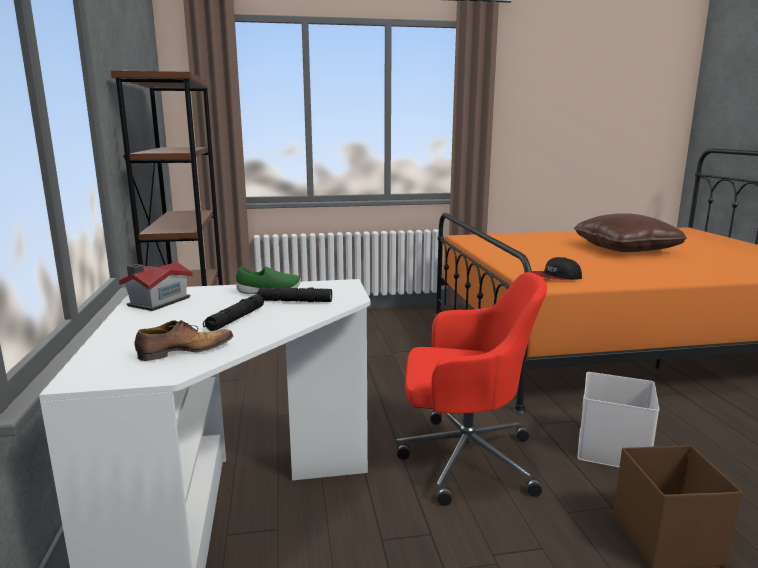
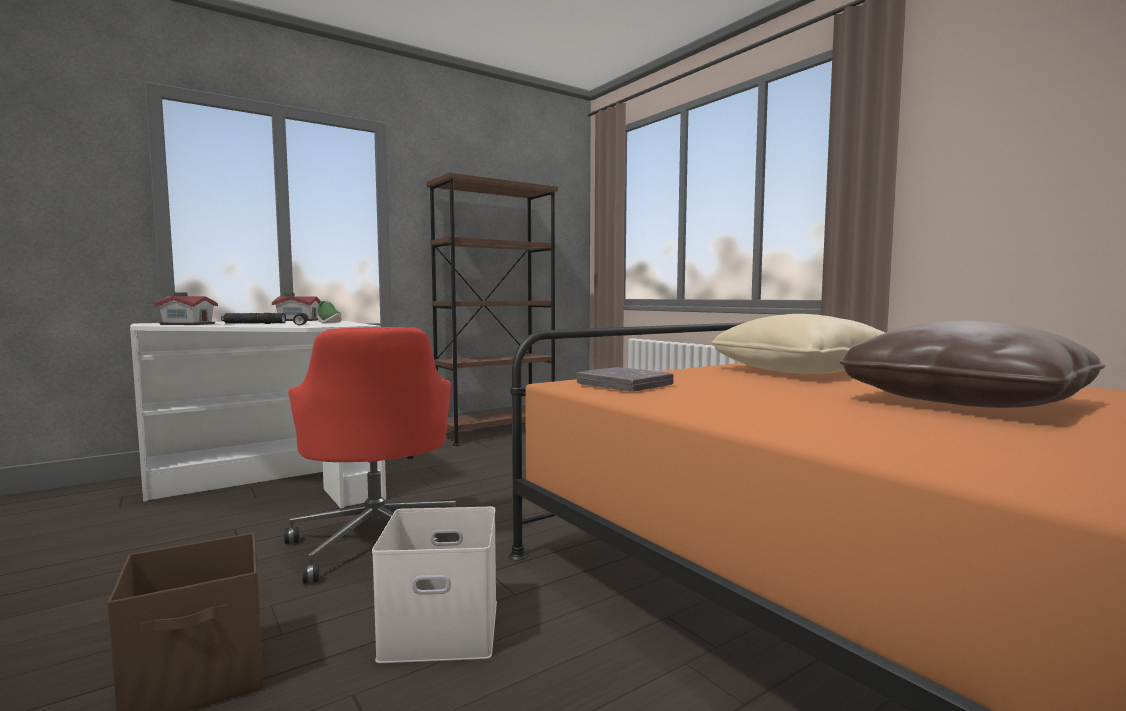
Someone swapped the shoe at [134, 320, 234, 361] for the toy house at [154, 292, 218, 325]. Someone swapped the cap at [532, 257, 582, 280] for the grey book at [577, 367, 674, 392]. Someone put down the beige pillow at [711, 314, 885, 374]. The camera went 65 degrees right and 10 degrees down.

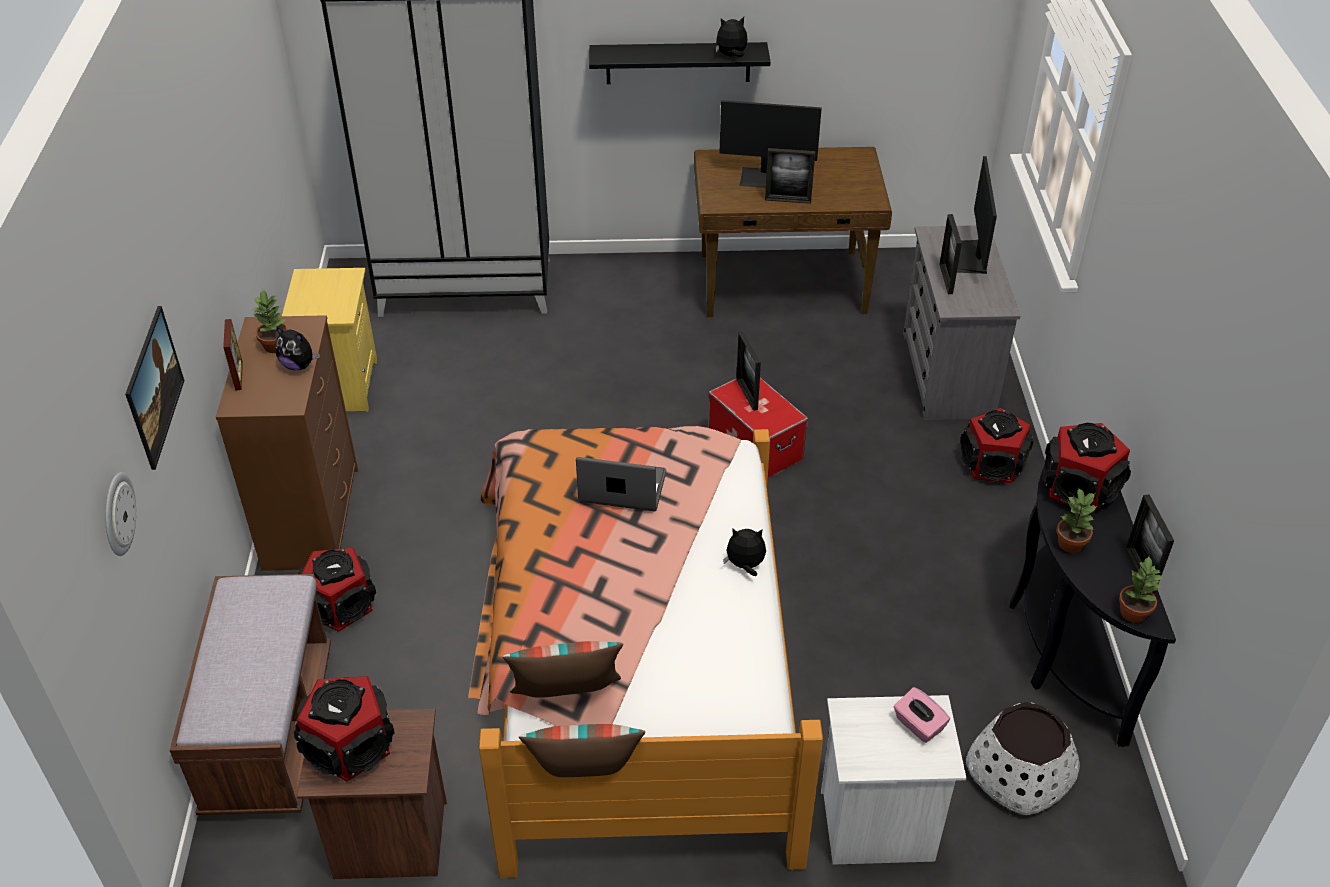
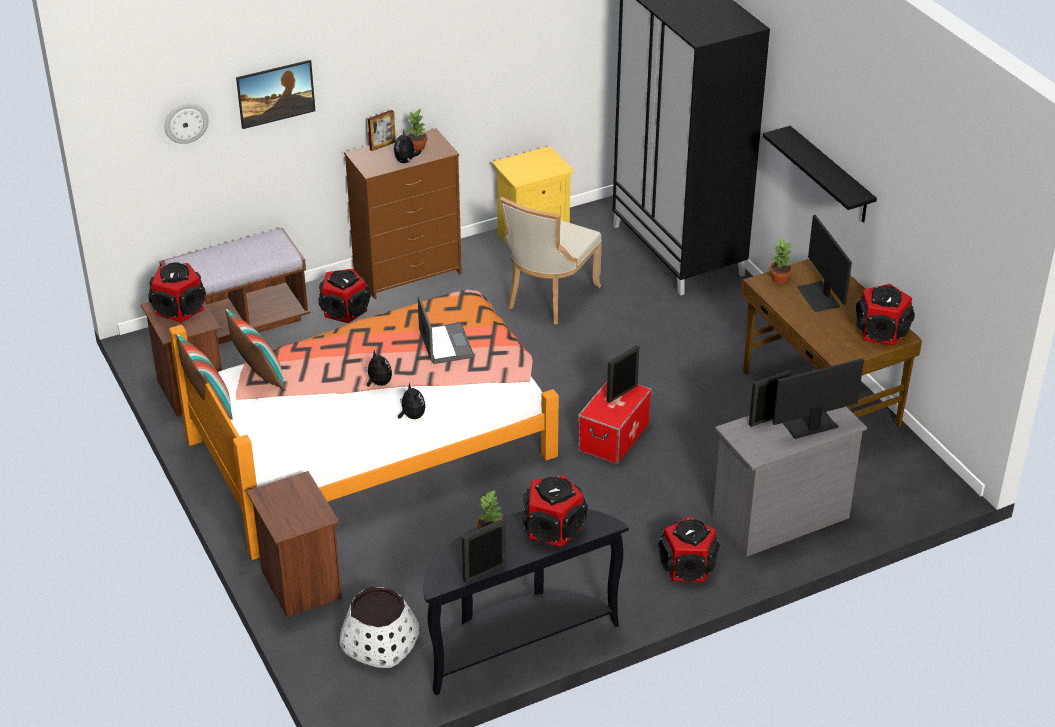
Someone repainted the white nightstand at [821, 695, 966, 865], which became the brown nightstand at [246, 471, 342, 617]. Someone carried the plush toy from [715, 17, 747, 57] to [365, 350, 392, 386]. Someone put down the beige chair at [499, 197, 602, 324]. Someone carried the potted plant from [1119, 557, 1163, 623] to [769, 238, 792, 284]. Someone put down the speaker at [856, 284, 915, 345]. Someone took away the picture frame at [765, 148, 815, 204]. Someone took away the pink tissue box at [894, 687, 950, 743]. The camera went 65 degrees right and 5 degrees down.

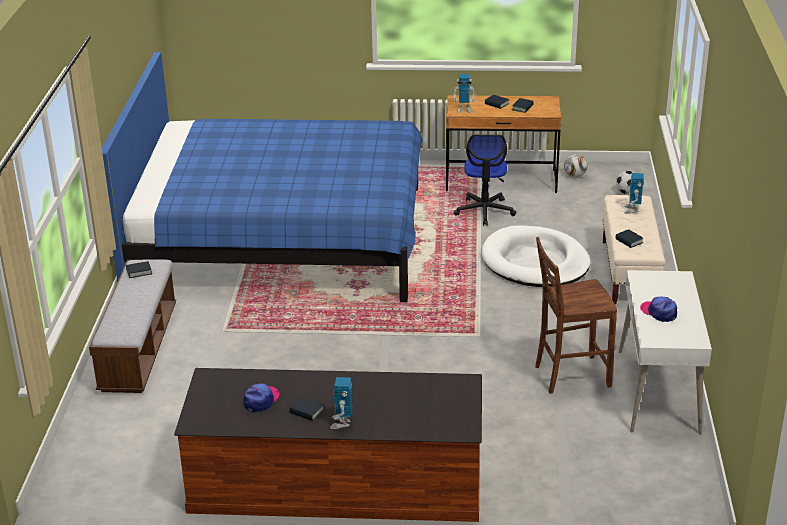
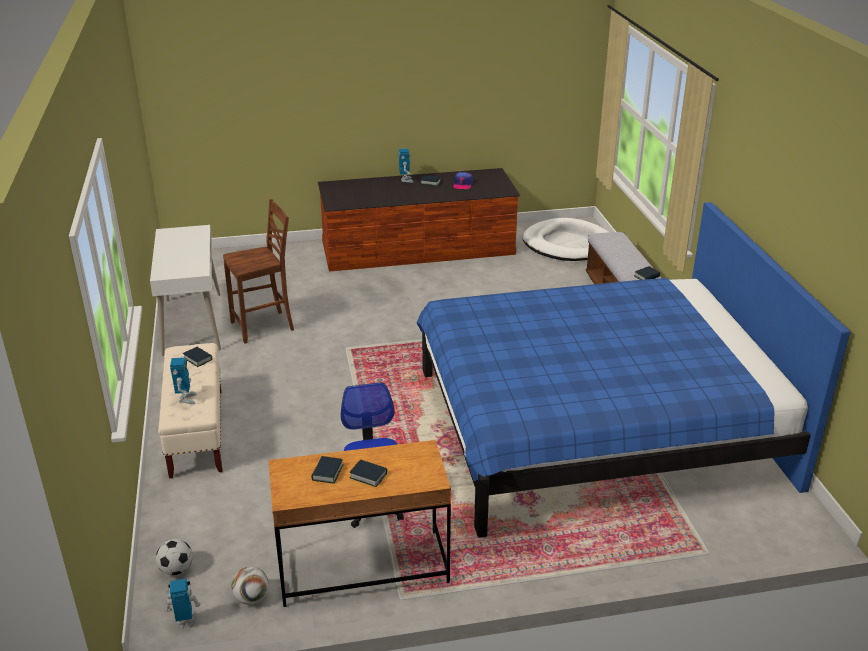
Someone carried the toy robot from [453, 74, 475, 113] to [165, 578, 201, 629]. Someone carried the white dog bed from [482, 225, 590, 287] to [522, 218, 609, 261]. Someone took away the cap at [640, 297, 677, 322]. The camera went 165 degrees right and 0 degrees up.

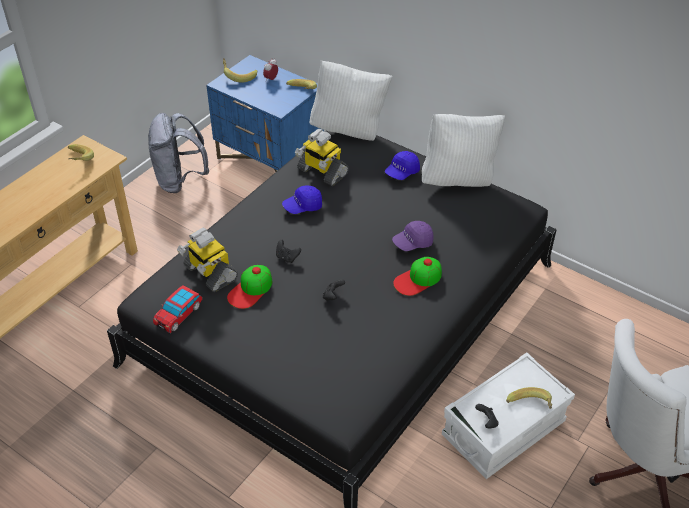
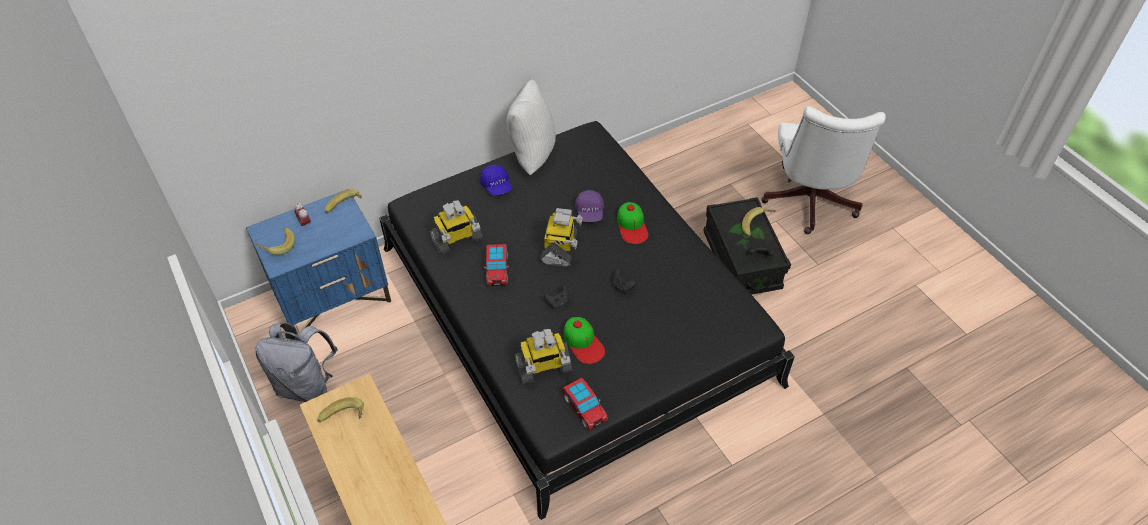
Someone swapped the blue cap at [282, 186, 322, 214] for the toy car at [484, 244, 509, 286]. Someone put down the toy robot at [540, 208, 583, 267]. Someone repainted the white storage box at [442, 352, 575, 479], which became the black storage box at [703, 197, 791, 295]. Someone took away the white pillow at [310, 60, 393, 141]. The camera went 65 degrees left and 5 degrees up.

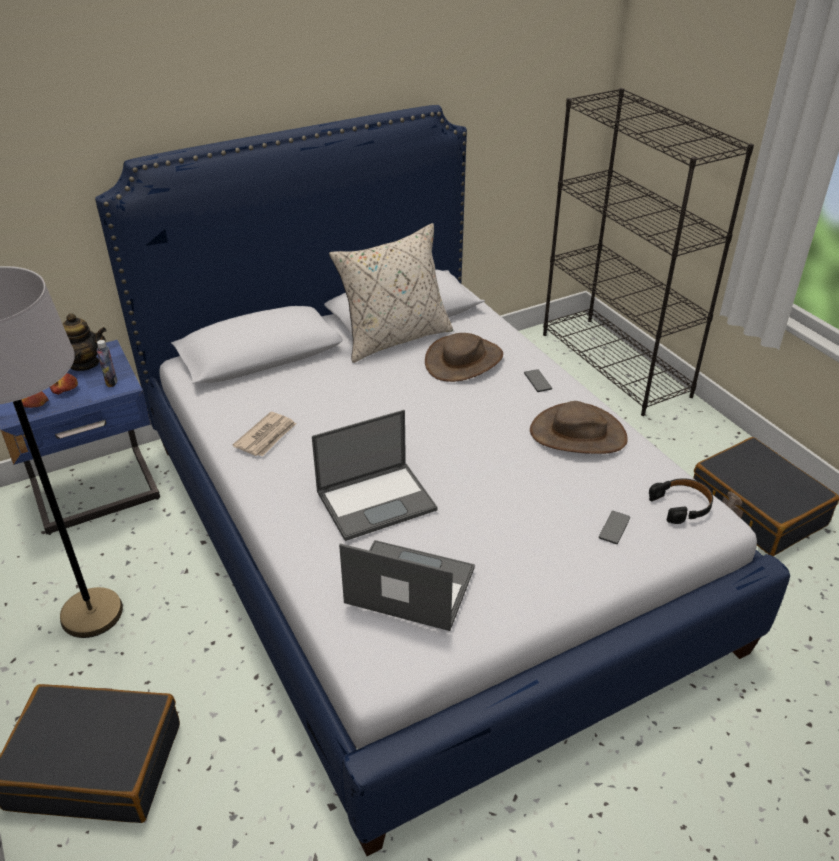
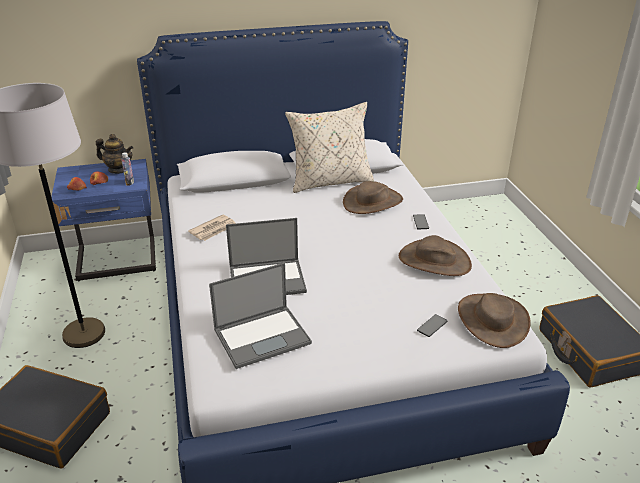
Someone rotated the laptop at [339, 540, 475, 631] by 120 degrees clockwise. Someone swapped the black headphones at [649, 478, 713, 524] for the brown hat at [458, 293, 531, 348]. Someone took away the black bookcase at [543, 88, 754, 416]. The camera went 15 degrees right and 5 degrees down.

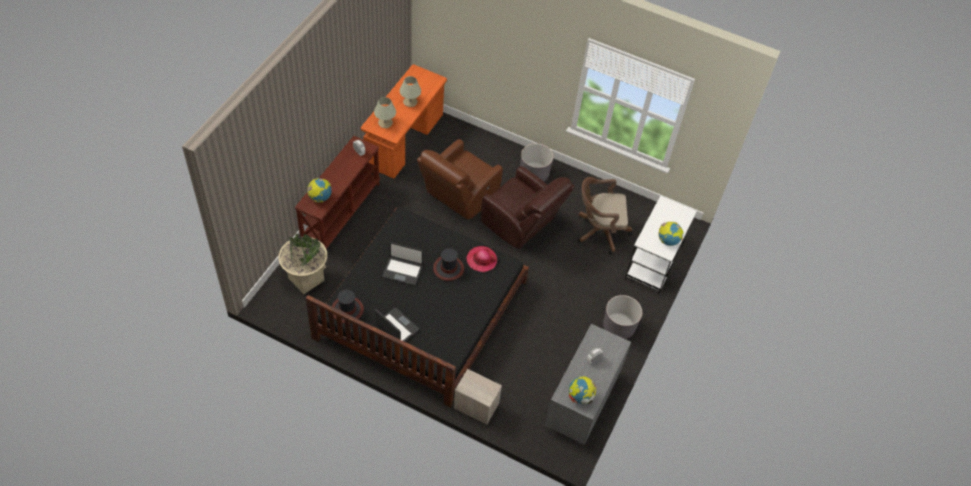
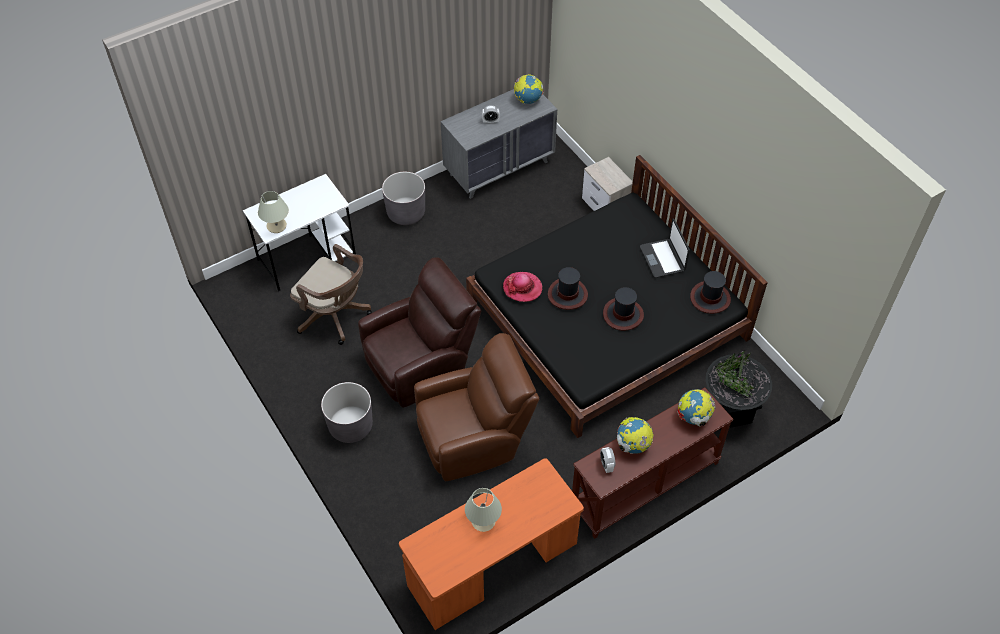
Someone carried the beige table lamp from [374, 97, 396, 128] to [258, 191, 289, 233]. Someone rotated the brown armchair at [481, 166, 575, 248] by 75 degrees clockwise. Someone swapped the laptop at [382, 242, 423, 285] for the hat at [603, 287, 644, 331]. Someone carried the globe from [658, 222, 684, 246] to [617, 417, 654, 454]. Someone repainted the beige planter at [279, 234, 327, 294], which became the black planter at [706, 351, 772, 430]. The camera went 145 degrees left and 0 degrees up.

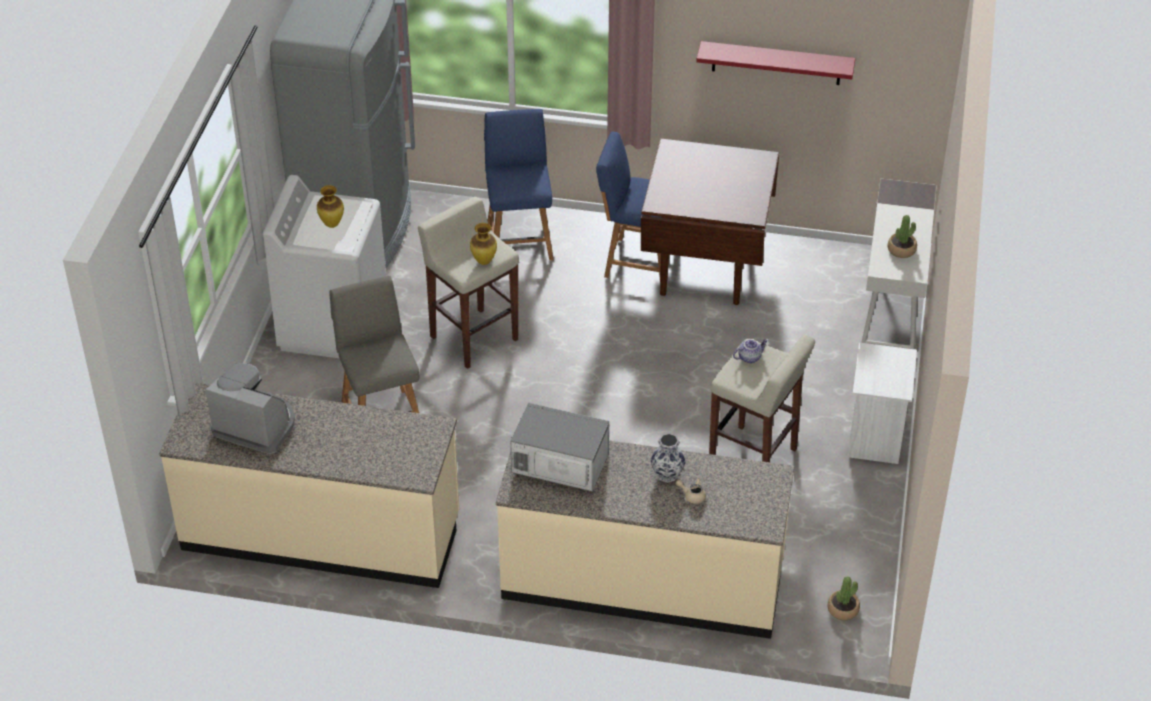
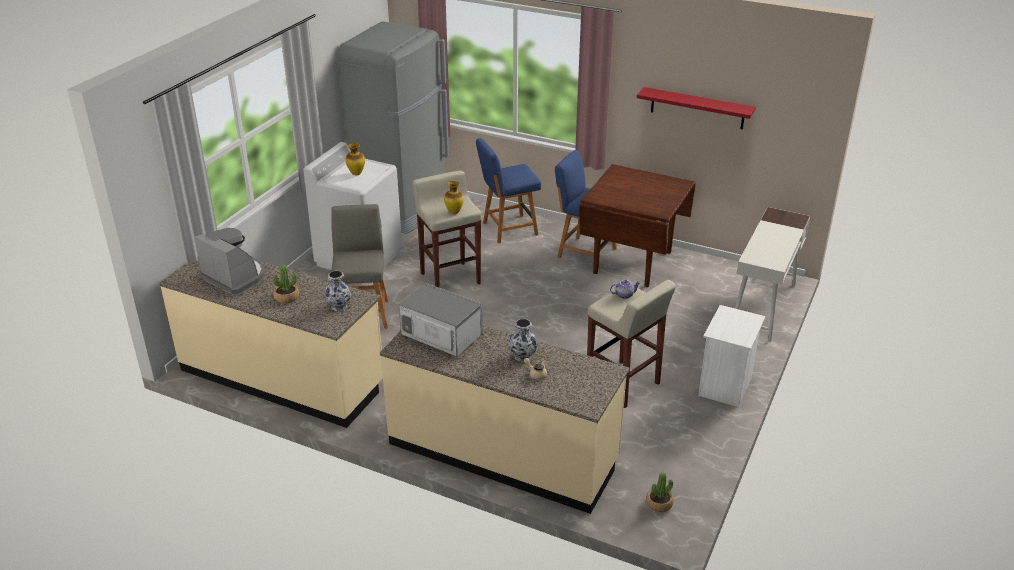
Someone carried the potted plant from [887, 215, 917, 258] to [273, 265, 299, 304]. Someone put down the vase at [325, 271, 351, 311]. Someone rotated the blue chair at [484, 109, 554, 260] by 120 degrees counterclockwise. The camera went 15 degrees right and 10 degrees down.

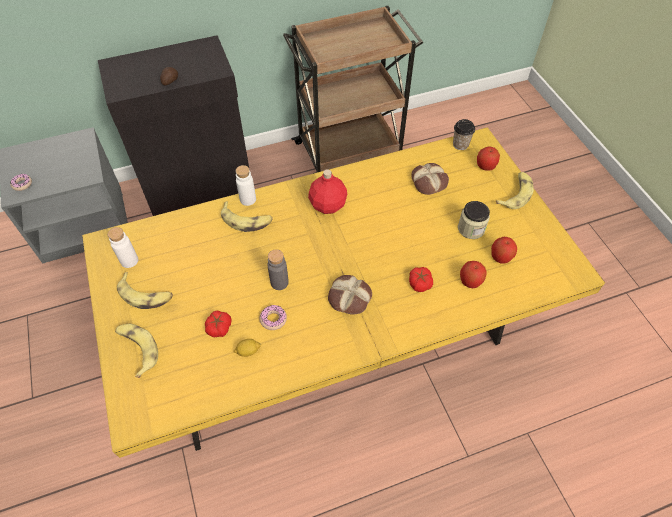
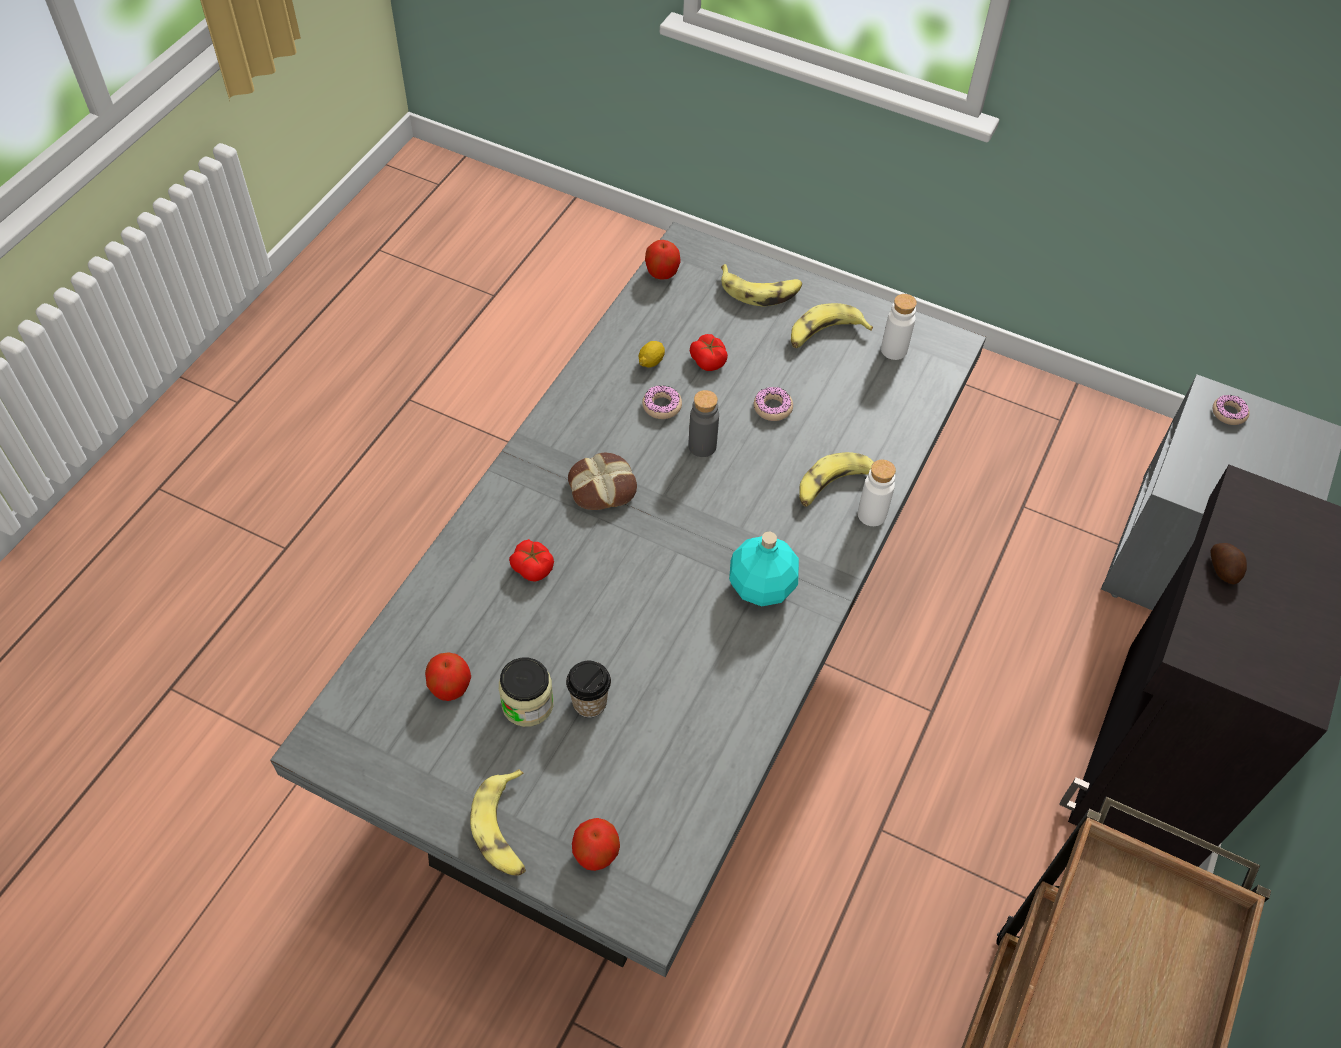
Someone repainted the yellow dining table at [82, 127, 605, 458], which became the grey dining table at [270, 222, 986, 977]. Someone carried the cup from [453, 119, 475, 150] to [566, 661, 611, 718]. Someone carried the apple from [460, 261, 487, 288] to [645, 240, 681, 280]. Someone repainted the red bottle at [308, 169, 347, 214], which became the turquoise bottle at [729, 532, 799, 606]. Someone put down the donut at [754, 387, 793, 421]. Someone took away the bread at [411, 163, 449, 195]. The camera went 135 degrees right and 0 degrees up.

